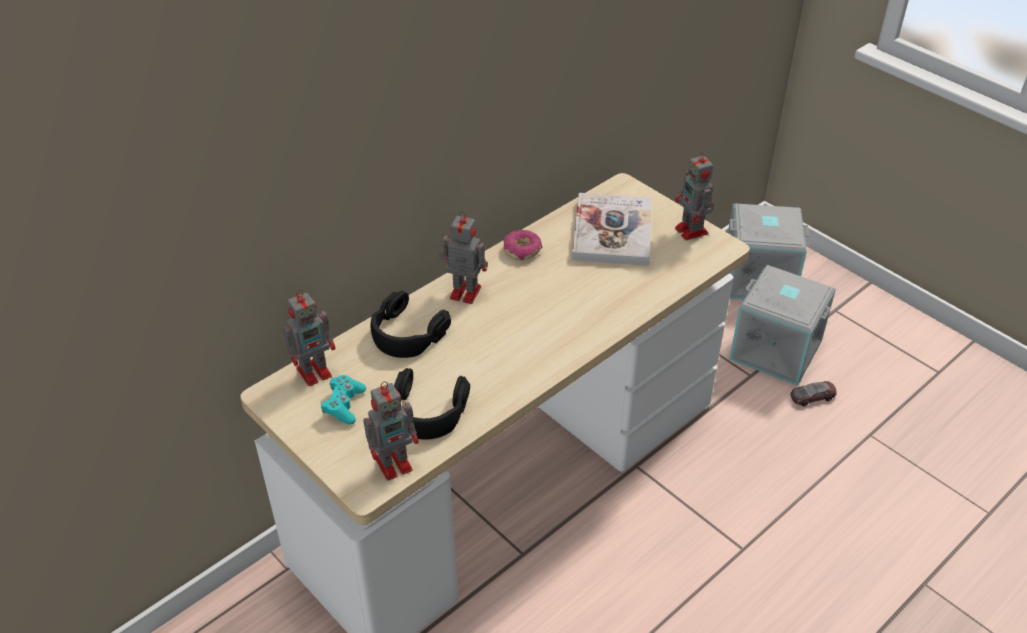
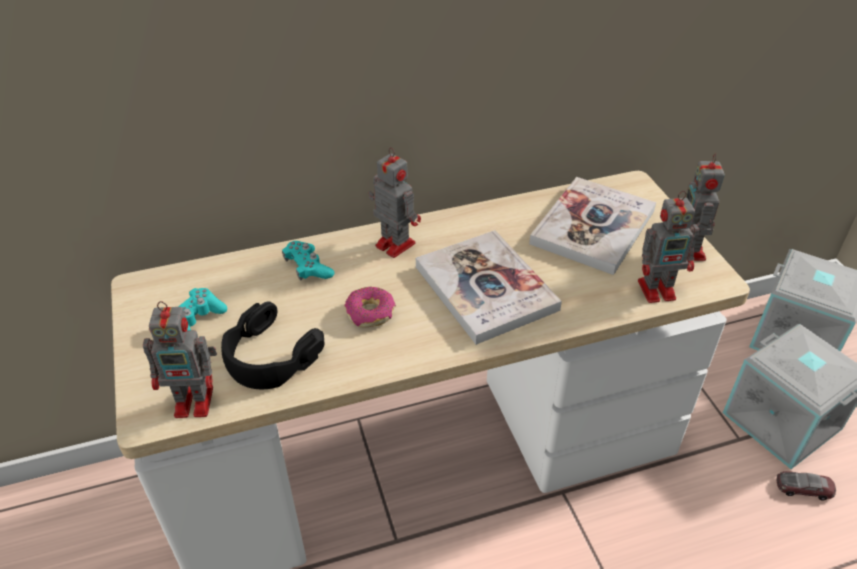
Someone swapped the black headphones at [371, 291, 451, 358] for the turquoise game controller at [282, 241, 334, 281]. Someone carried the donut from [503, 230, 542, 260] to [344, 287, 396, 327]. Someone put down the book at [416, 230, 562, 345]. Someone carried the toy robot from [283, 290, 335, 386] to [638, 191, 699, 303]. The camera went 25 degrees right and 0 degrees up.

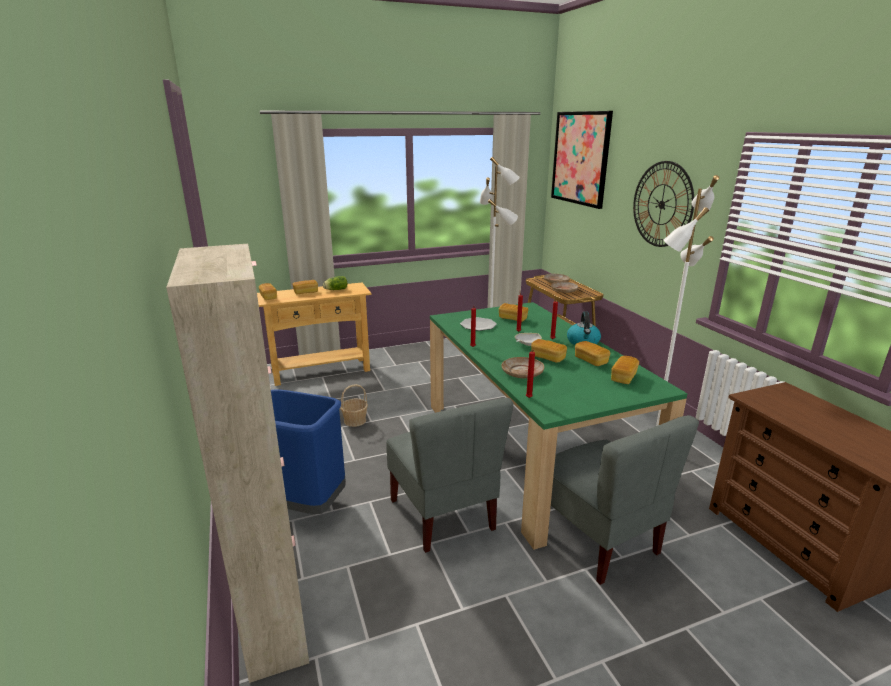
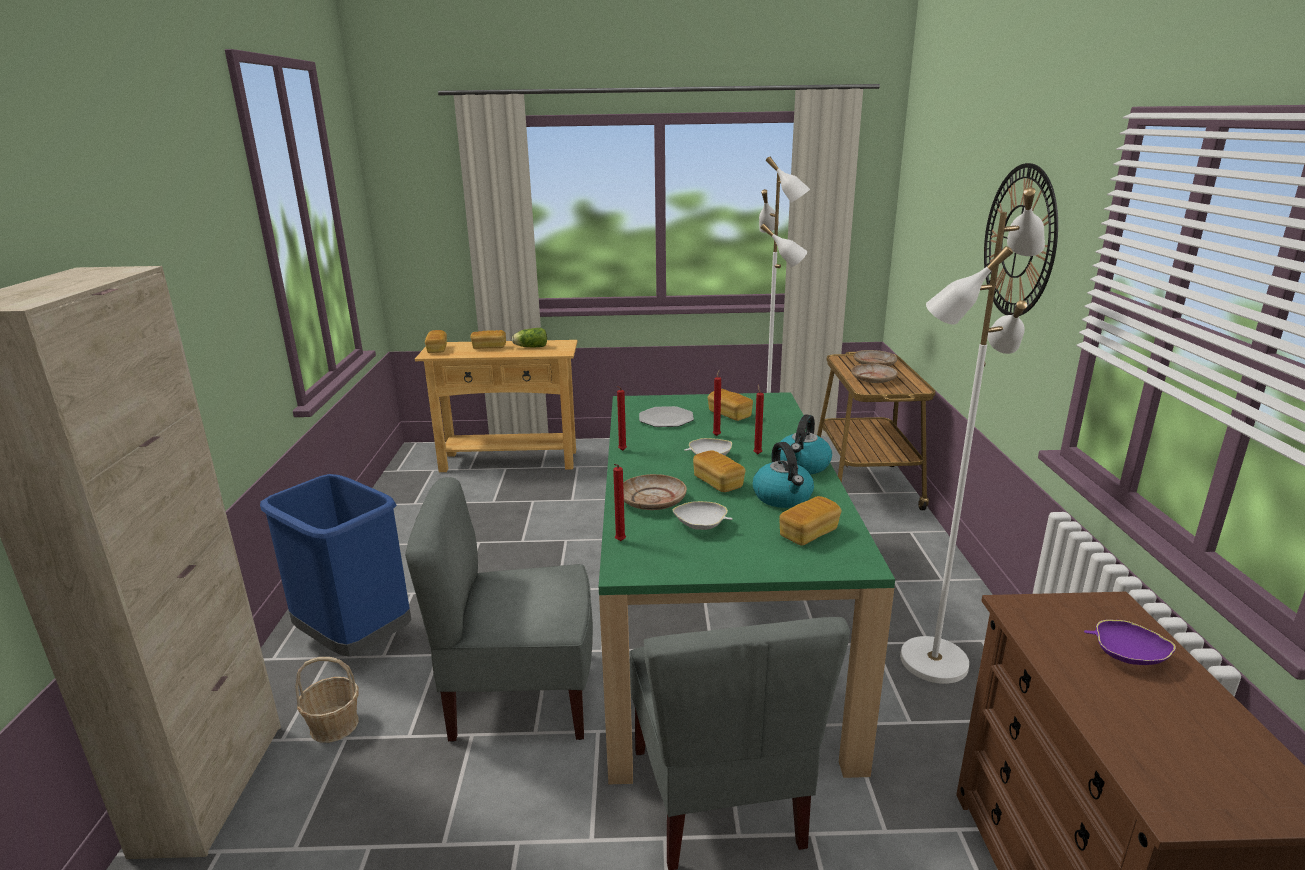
Someone carried the basket from [340, 384, 368, 427] to [295, 657, 359, 743]. Someone rotated the grey chair at [386, 398, 514, 553] by 90 degrees clockwise. Someone put down the white bowl at [673, 501, 733, 530]. Someone swapped the bread at [575, 341, 610, 366] for the kettle at [753, 442, 814, 508]. Someone put down the purple bowl at [1084, 620, 1176, 665]. Someone took away the picture at [551, 111, 613, 209]. The camera went 20 degrees right and 0 degrees up.

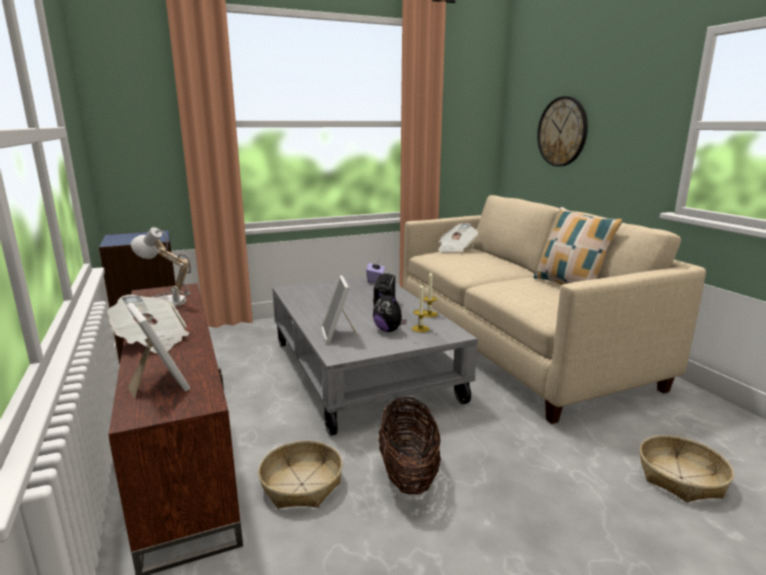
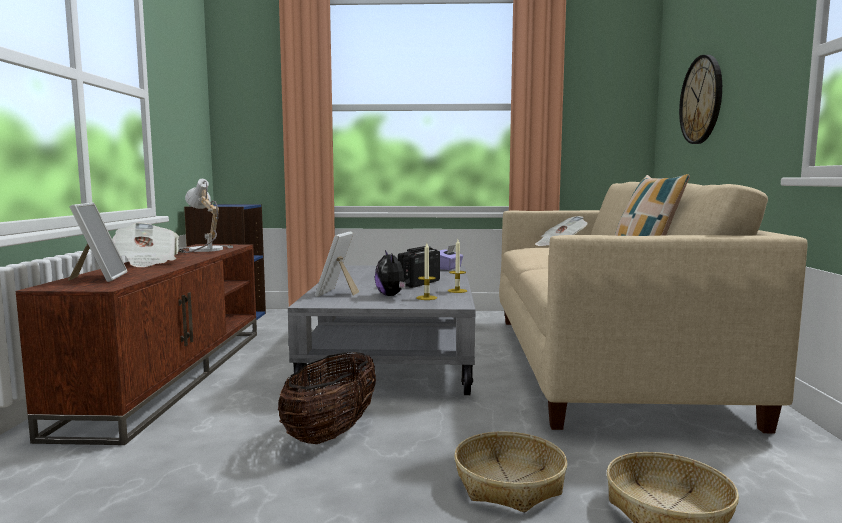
Someone carried the basket from [258, 441, 343, 508] to [454, 431, 568, 513]. The camera went 25 degrees right and 10 degrees down.

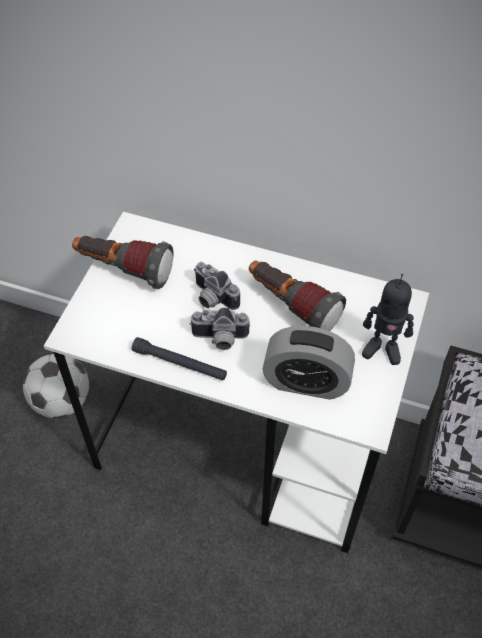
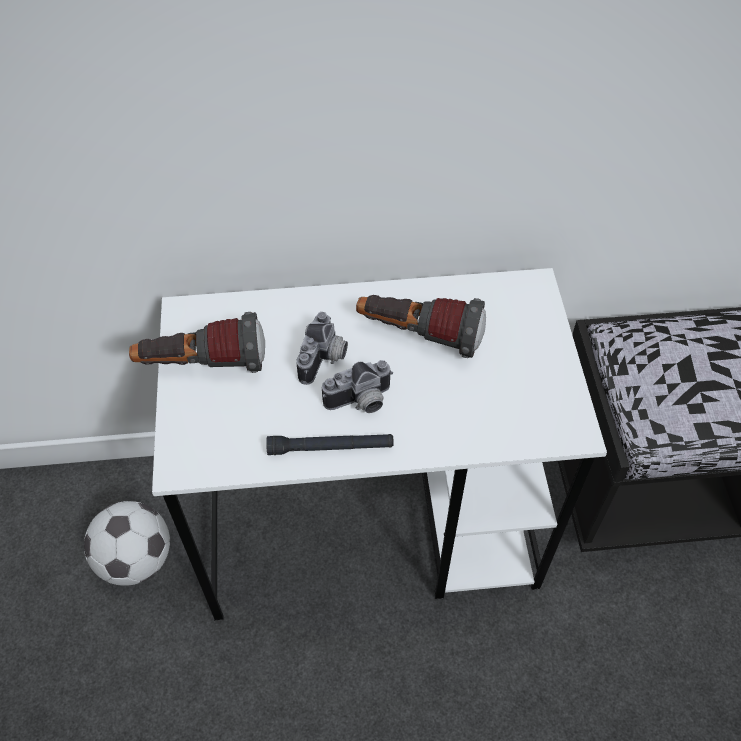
Someone rotated the photo camera at [194, 262, 240, 310] by 90 degrees counterclockwise. Someone took away the alarm clock at [262, 326, 355, 400]. Someone took away the toy robot at [362, 274, 414, 365]. The camera went 25 degrees left and 0 degrees up.

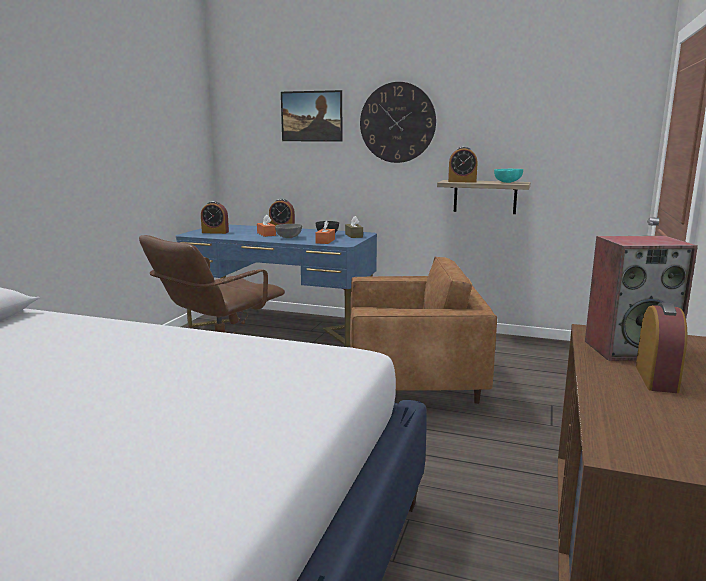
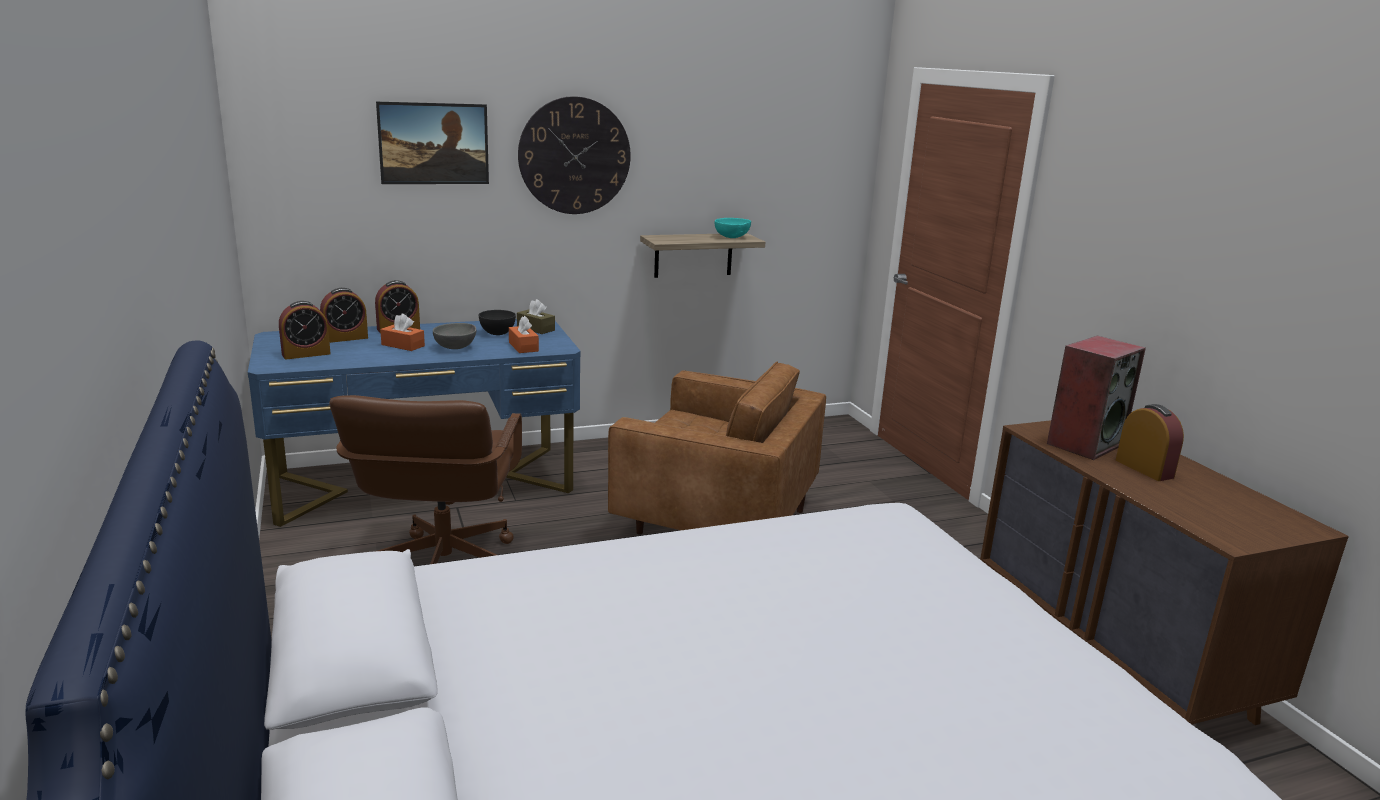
Someone carried the alarm clock from [448, 147, 477, 182] to [320, 288, 368, 343]. Someone rotated the brown armchair at [350, 256, 497, 404] by 60 degrees clockwise. The camera went 40 degrees left and 5 degrees up.

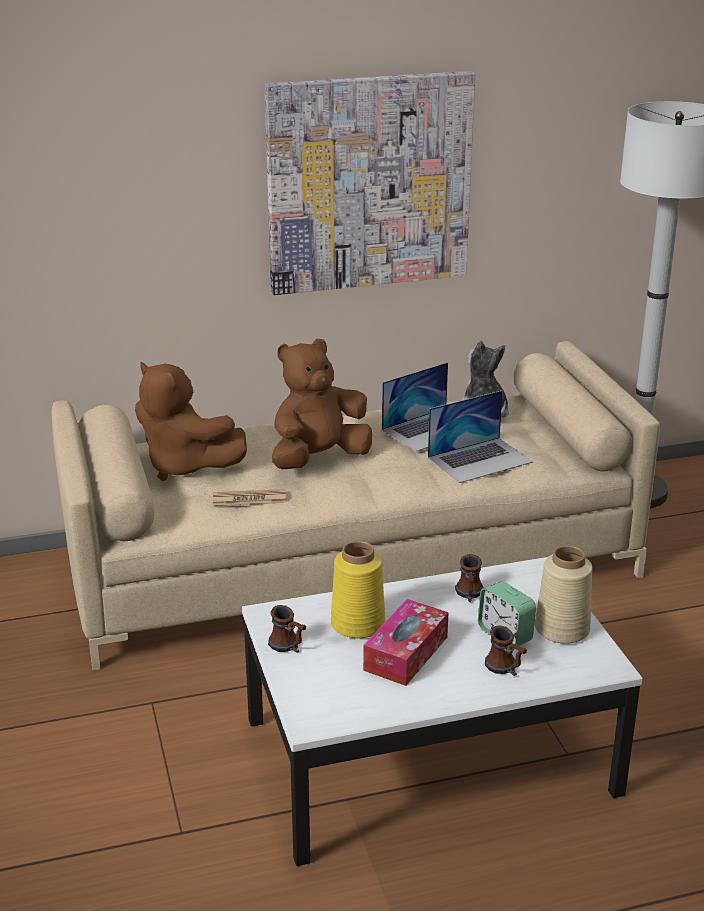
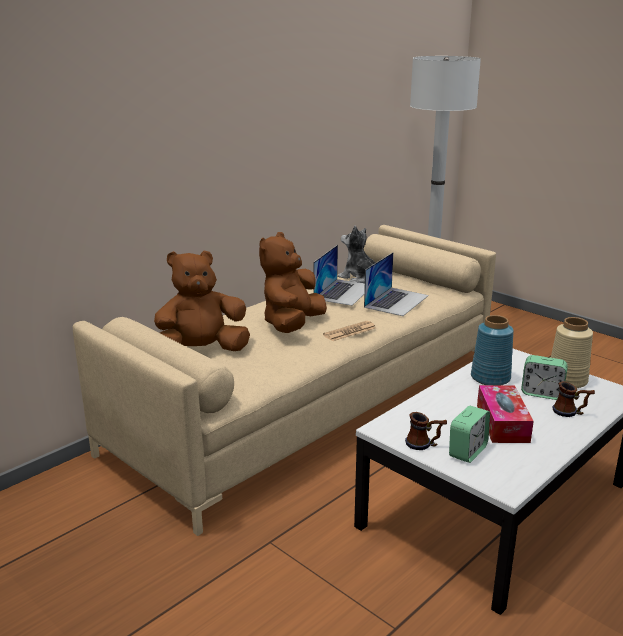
Someone rotated the brown plush toy at [135, 362, 247, 481] by 150 degrees clockwise. Someone carried the newspaper from [213, 489, 287, 506] to [323, 321, 376, 341]. Someone put down the alarm clock at [449, 406, 490, 463]. Someone swapped the mug at [455, 554, 484, 602] for the blue vase at [471, 315, 514, 385]. Someone took away the picture at [264, 71, 475, 295]. Someone took away the yellow vase at [331, 541, 385, 638]. The camera went 30 degrees left and 5 degrees down.

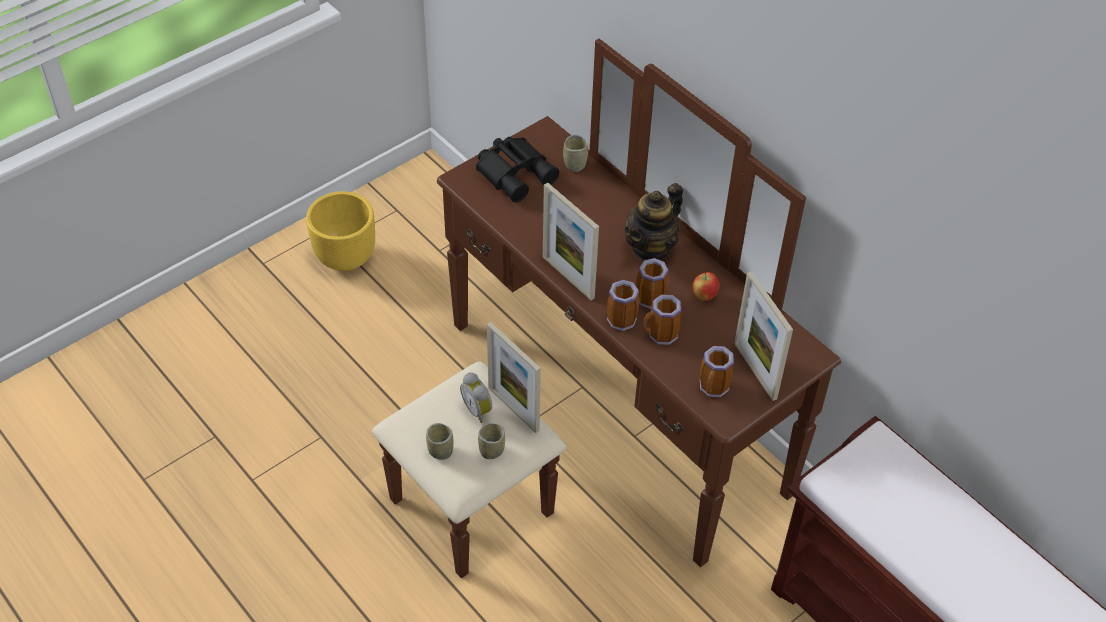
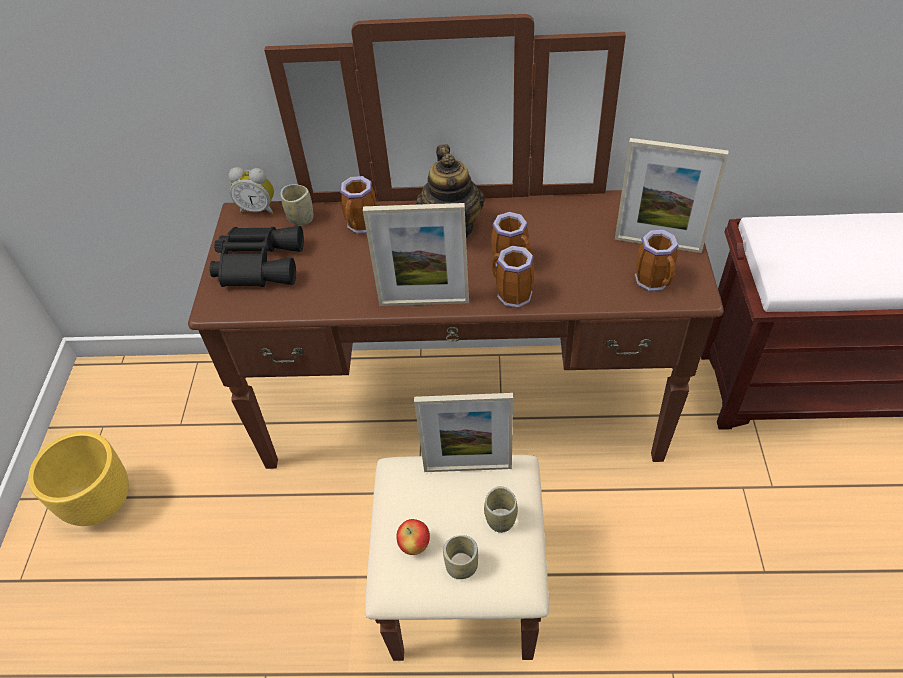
Someone carried the alarm clock from [460, 373, 492, 423] to [228, 167, 274, 215]. Someone carried the mug from [643, 294, 682, 345] to [340, 176, 377, 234]. Someone carried the apple from [693, 272, 720, 301] to [396, 519, 430, 555]. The camera went 45 degrees left and 0 degrees up.

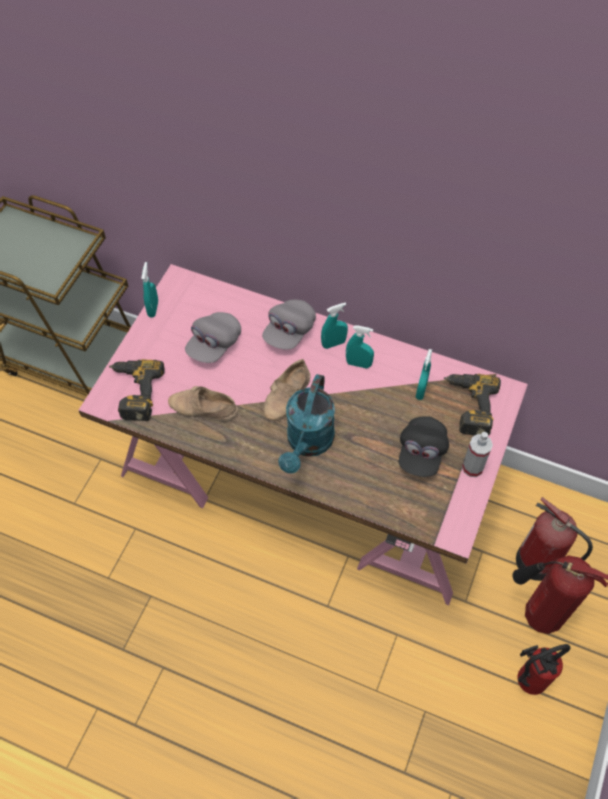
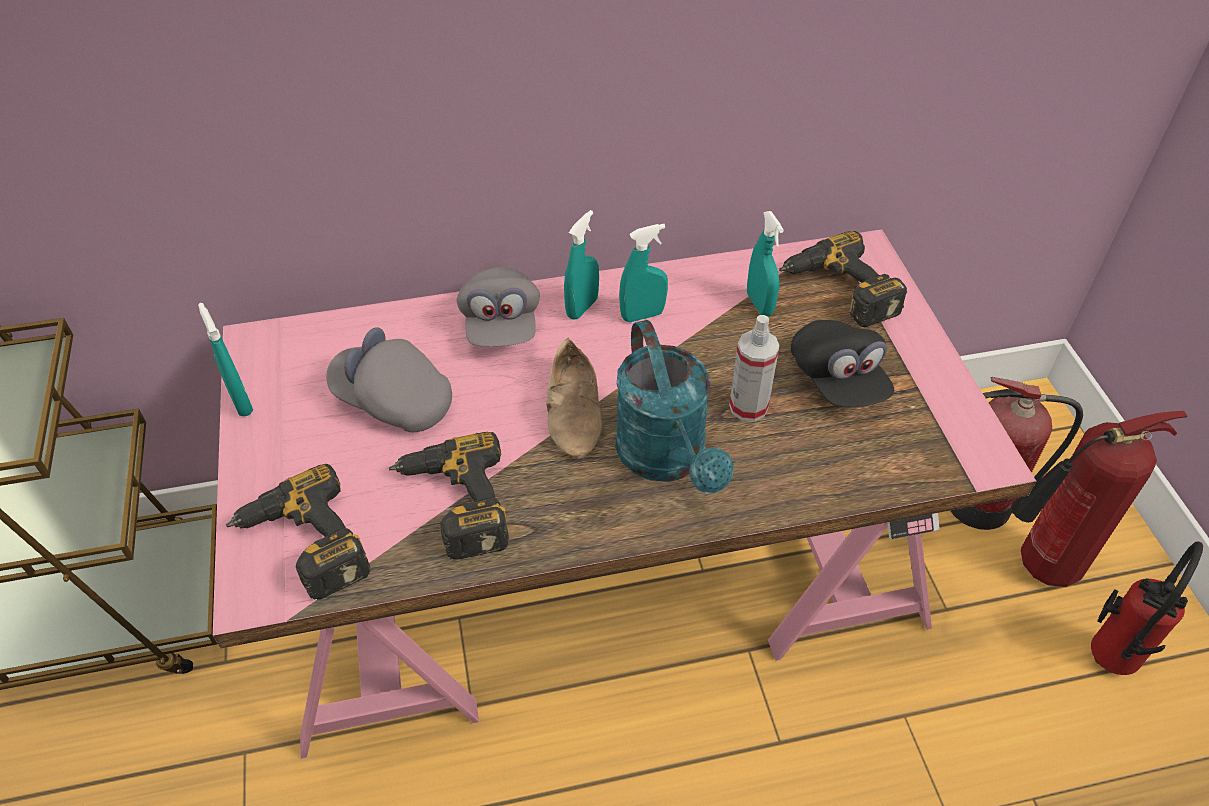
Someone rotated the grey cap at [185, 312, 241, 363] by 120 degrees clockwise. Someone swapped the beige shoe at [168, 386, 239, 422] for the power drill at [389, 432, 509, 560]. Someone carried the spray bottle from [462, 432, 493, 477] to [729, 315, 780, 422]. The camera went 35 degrees left and 10 degrees down.

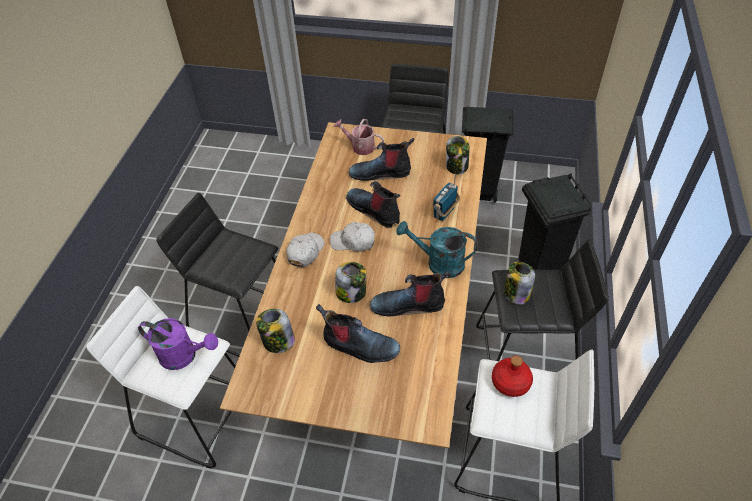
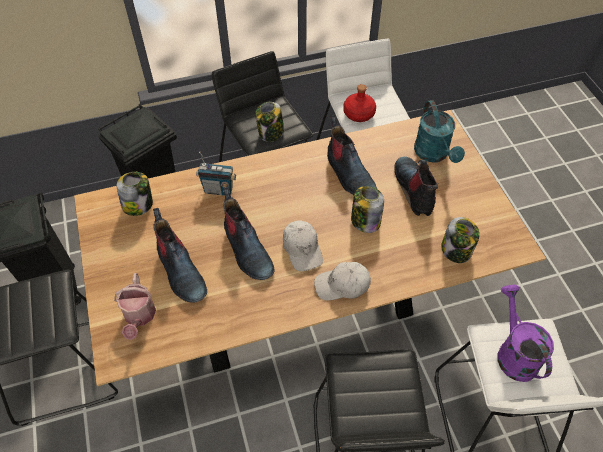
Someone rotated the boot at [346, 181, 401, 228] by 45 degrees counterclockwise. Someone carried the turquoise watering can from [396, 221, 477, 278] to [414, 100, 465, 163]. The camera went 120 degrees left and 5 degrees up.

